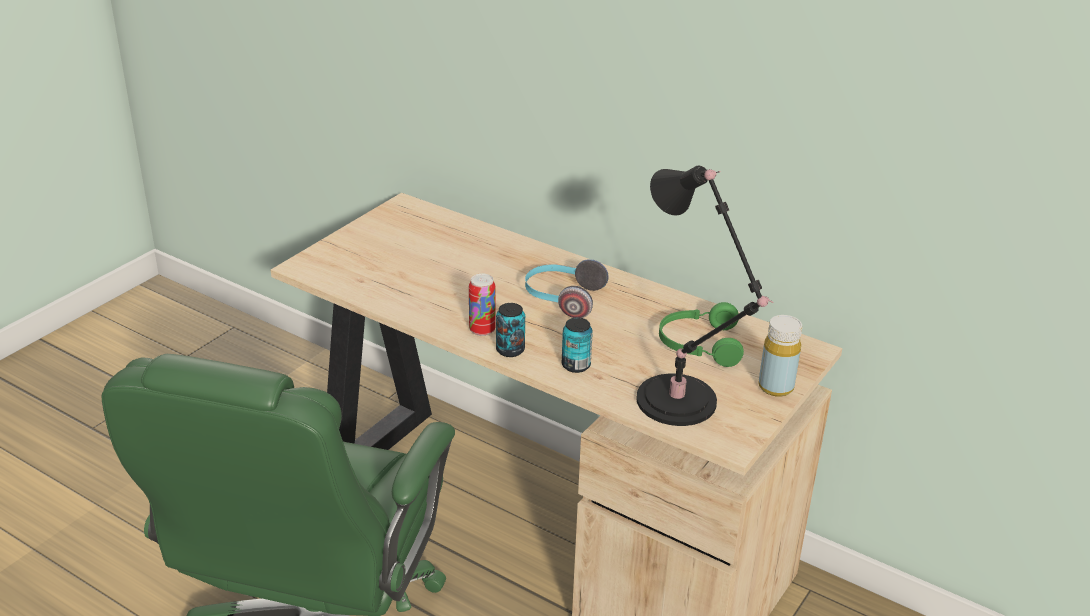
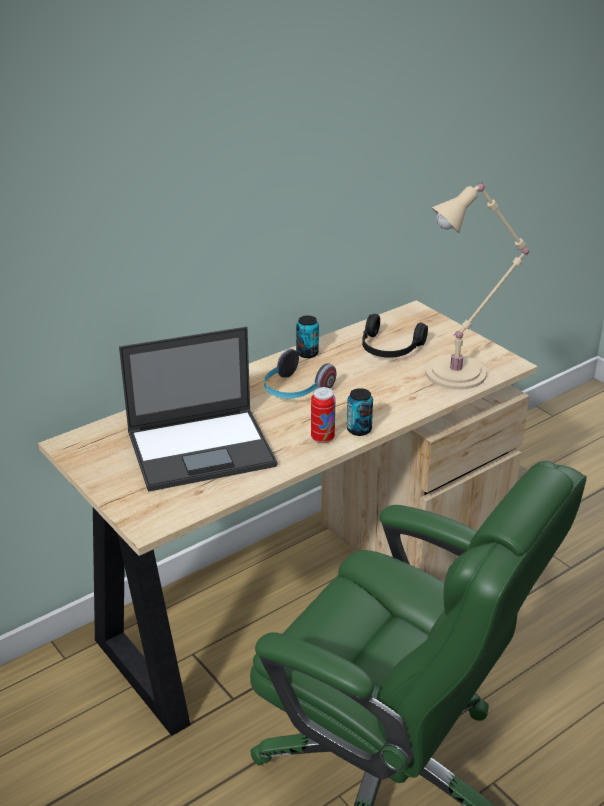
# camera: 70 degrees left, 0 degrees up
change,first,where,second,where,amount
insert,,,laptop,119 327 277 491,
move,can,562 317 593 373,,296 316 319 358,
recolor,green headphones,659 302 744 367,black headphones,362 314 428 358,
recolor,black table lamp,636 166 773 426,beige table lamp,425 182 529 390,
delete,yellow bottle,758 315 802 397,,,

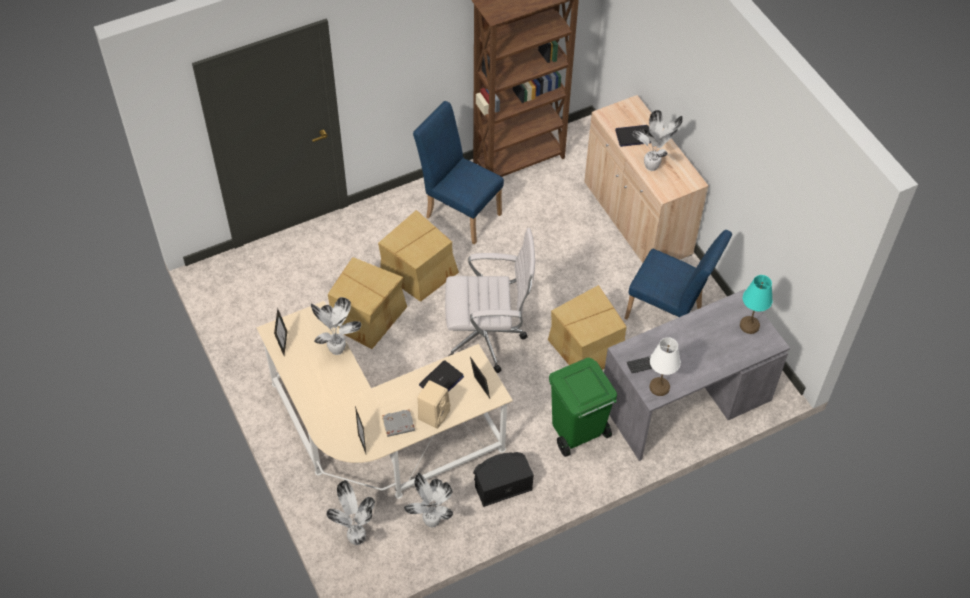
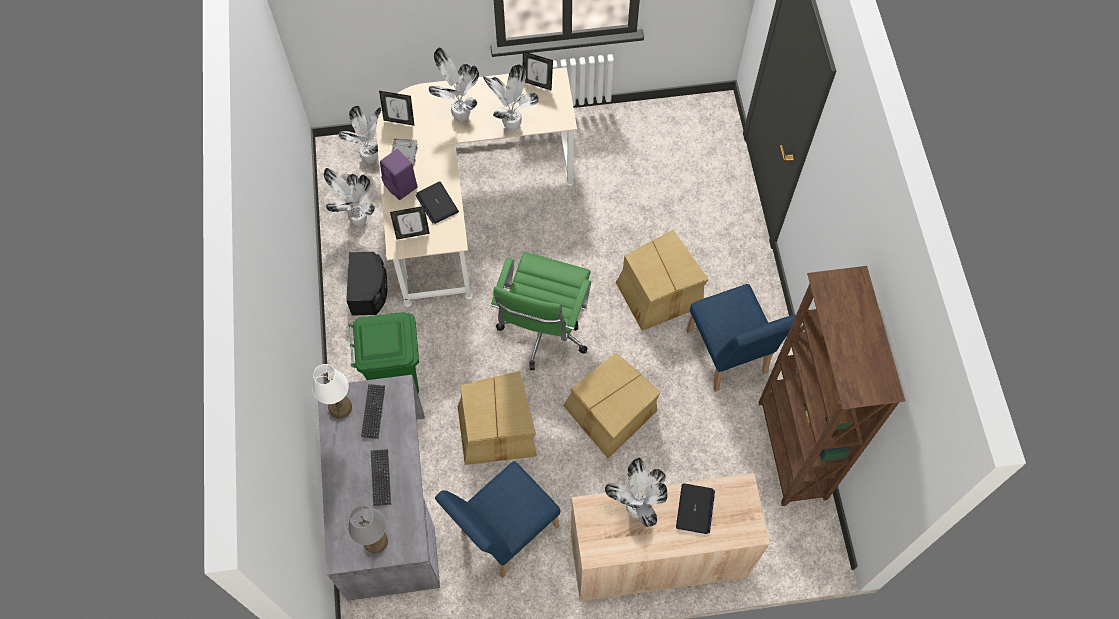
# camera: 110 degrees right, 10 degrees up
change,first,where,second,where,amount
recolor,turquoise table lamp,740 275 773 334,grey table lamp,348 505 388 554,
insert,,,keyboard,371 449 391 506,
recolor,beige speaker,418 380 450 429,purple speaker,380 149 418 200,
insert,,,potted plant,429 47 479 122,
recolor,white office chair,445 228 535 373,green office chair,491 252 591 370,
move,cardboard box,328 257 407 349,,563 353 661 458,
rotate,blue chair,413 101 504 244,,686 284 796 392,105 degrees clockwise

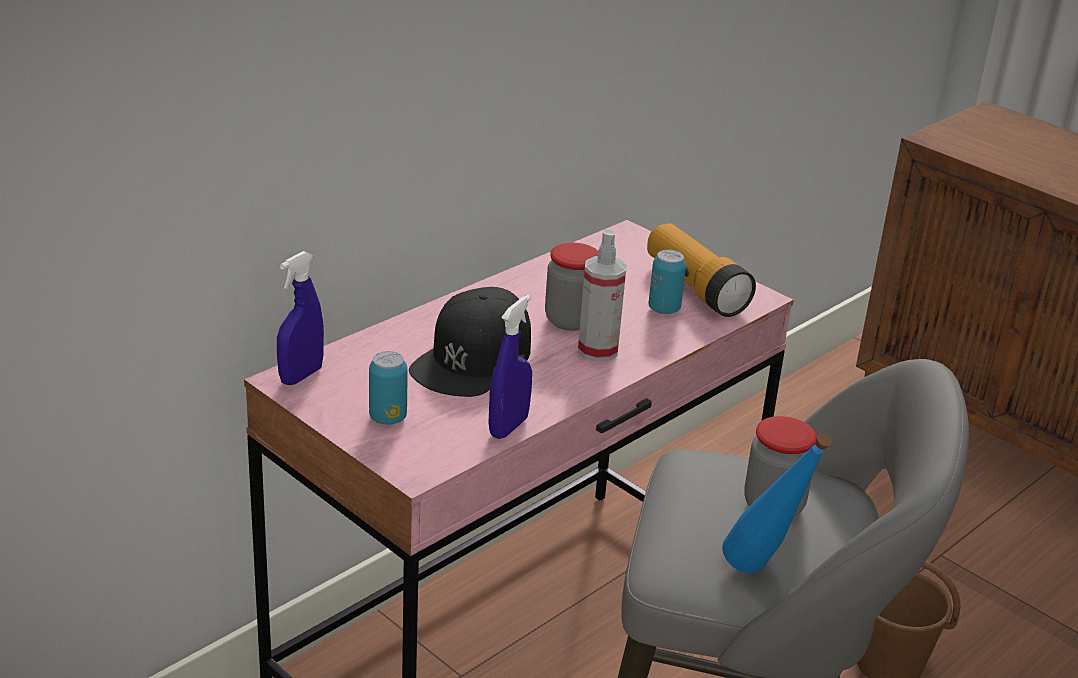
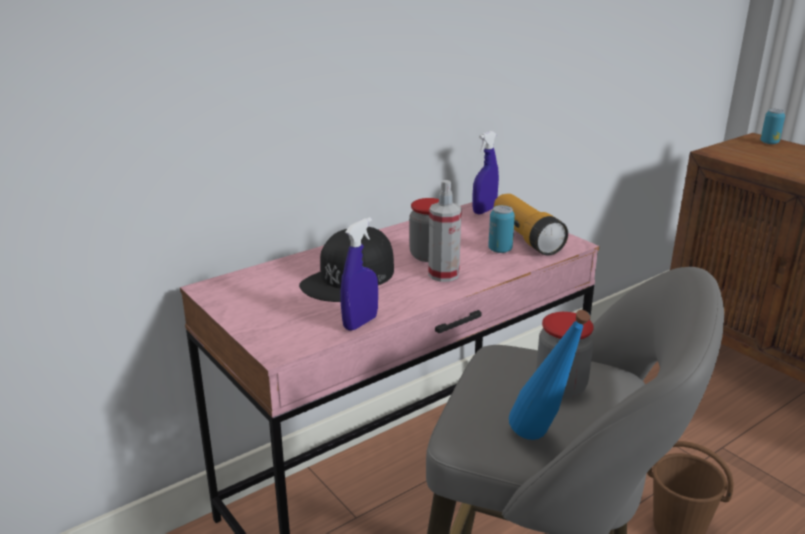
# camera: 10 degrees right, 5 degrees down
change,first,where,second,where,amount
move,blue spray bottle,277 251 324 385,,472 131 499 214,
move,can,369 351 408 425,,761 109 785 144,

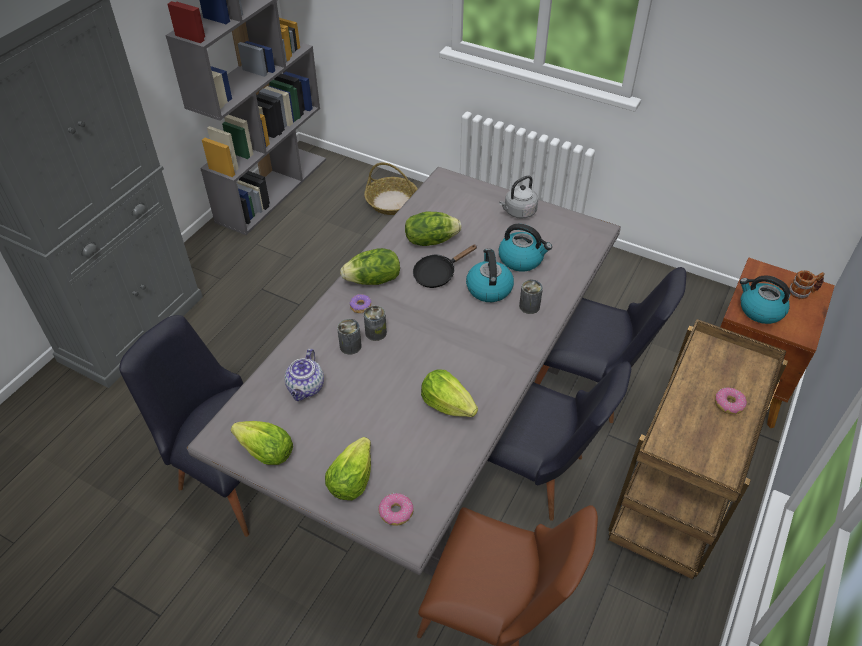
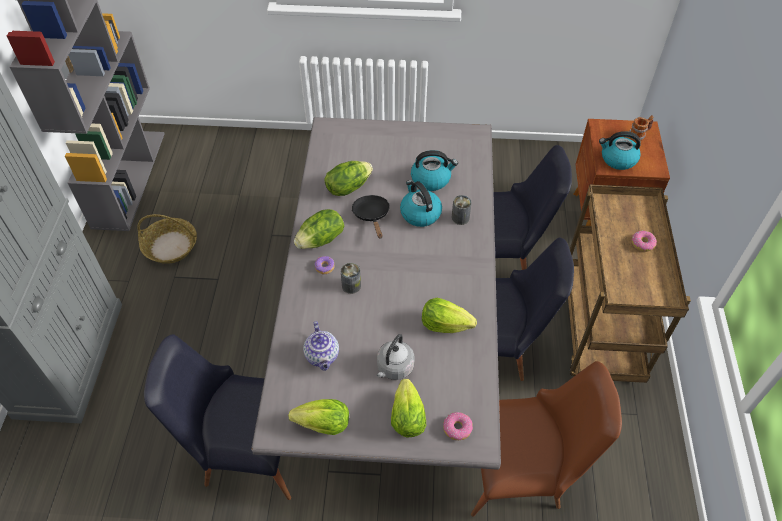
# camera: 25 degrees left, 5 degrees up
change,first,where,second,where,amount
move,basket,364 162 417 215,,137 214 197 264,
rotate,black frying pan,413 245 477 288,,352 195 390 239,135 degrees clockwise
move,grey kettle,499 175 538 219,,376 334 415 380,
delete,can,337 319 361 355,,,

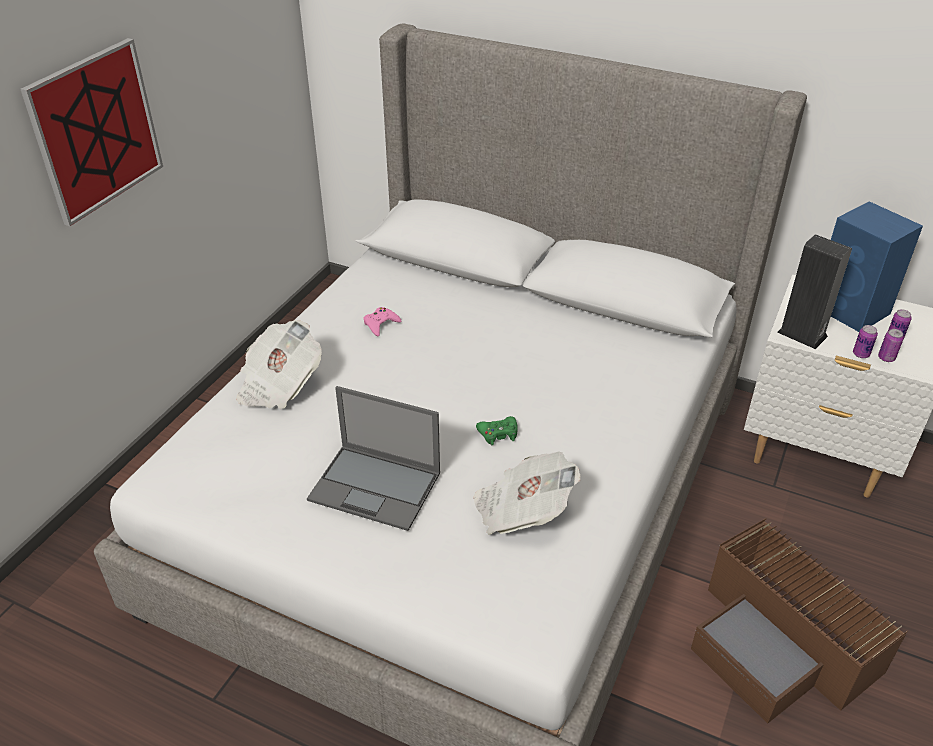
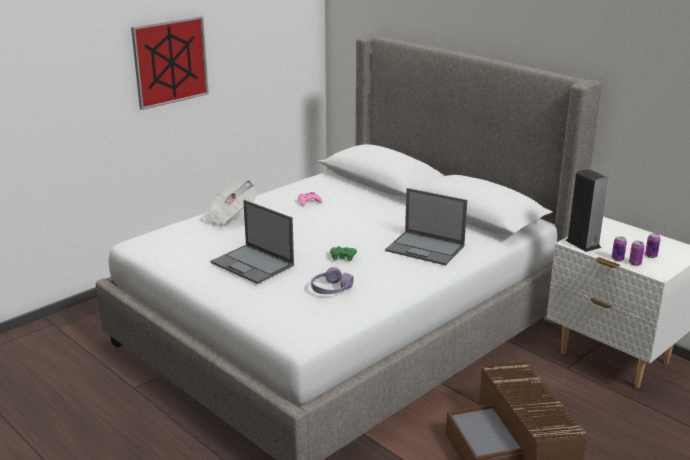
# camera: 20 degrees right, 15 degrees down
change,first,where,second,where,amount
replace,newspaper,473 452 580 535,purple headphones,311 267 354 294,
insert,,,laptop,385 188 467 265,
delete,blue speaker,831 201 923 332,,,

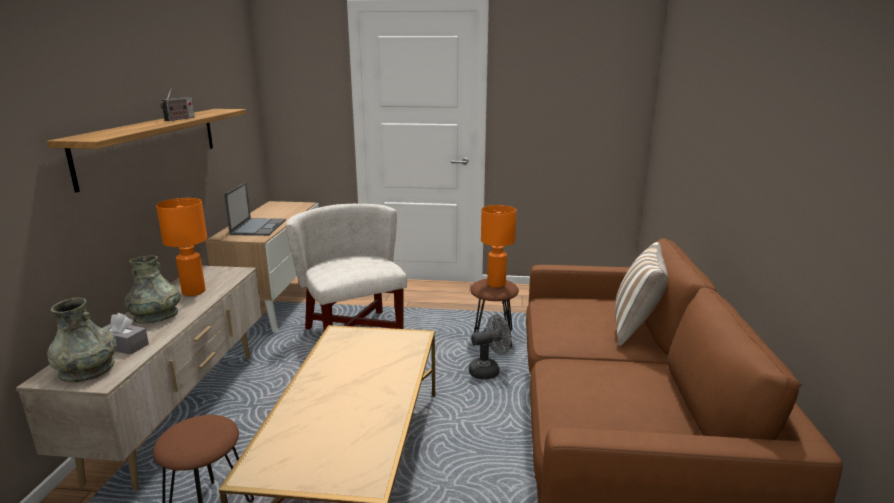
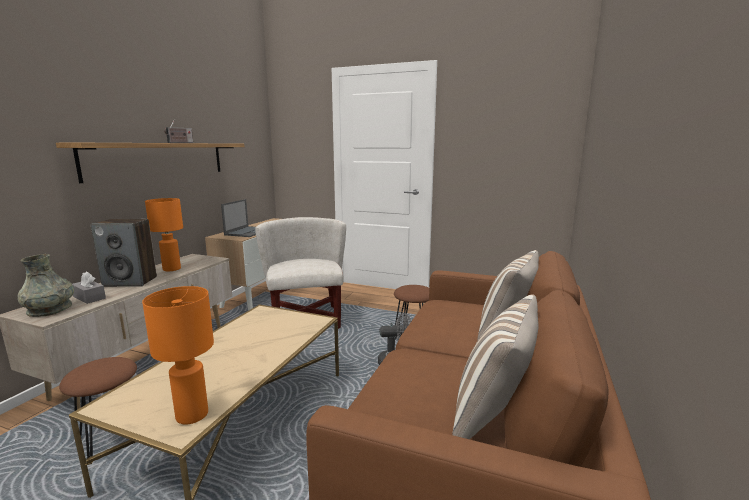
# camera: 15 degrees right, 5 degrees down
change,first,where,second,where,amount
replace,grey vase,124 256 180 324,speaker,91 219 157 287,
move,orange table lamp,481 205 516 287,,142 286 214 425,
insert,,,pillow,452 294 539 439,

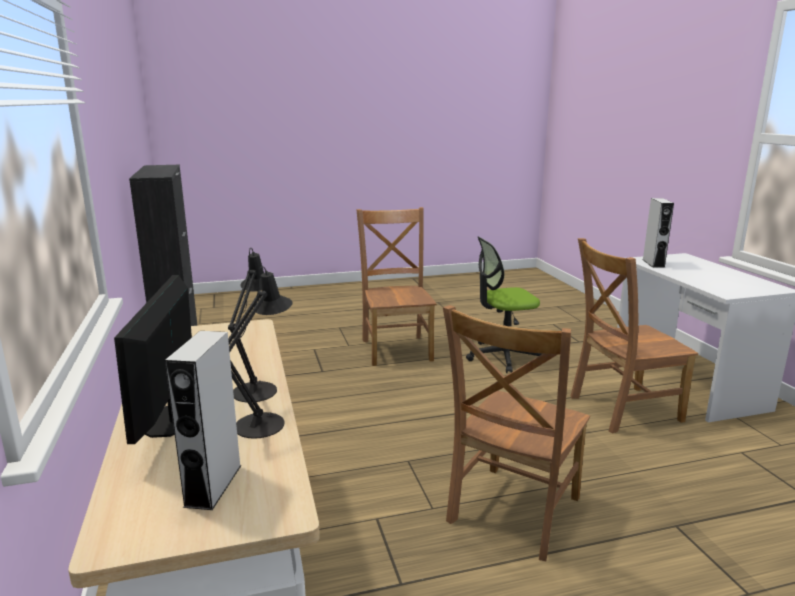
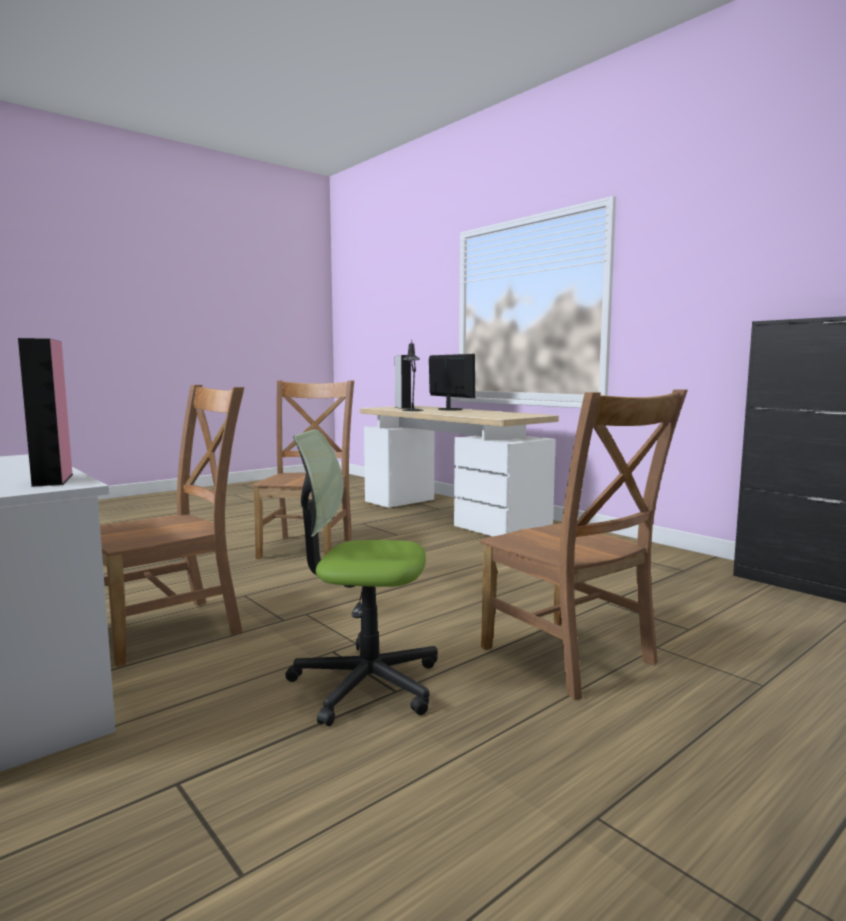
# camera: 155 degrees right, 10 degrees down
change,first,where,second,where,amount
recolor,grey speaker,643 198 674 268,pink speaker,18 338 73 487,
rotate,office chair,466 237 543 373,,285 429 438 726,135 degrees counterclockwise
delete,black table lamp,228 248 277 402,,,

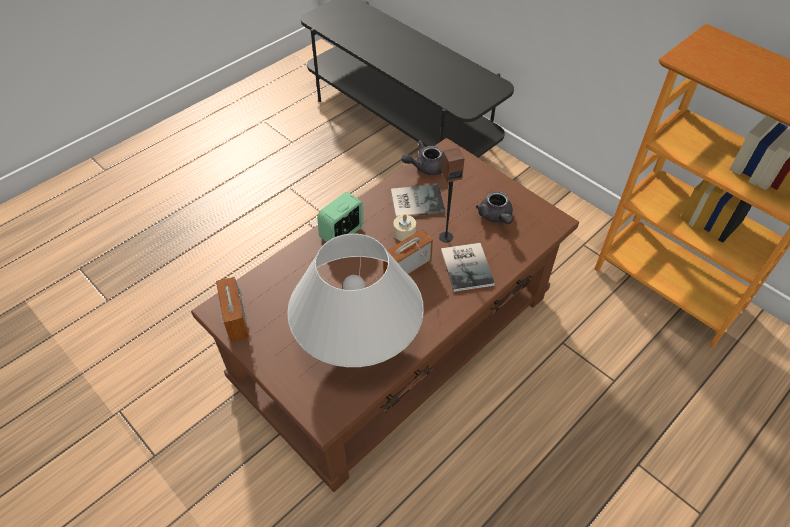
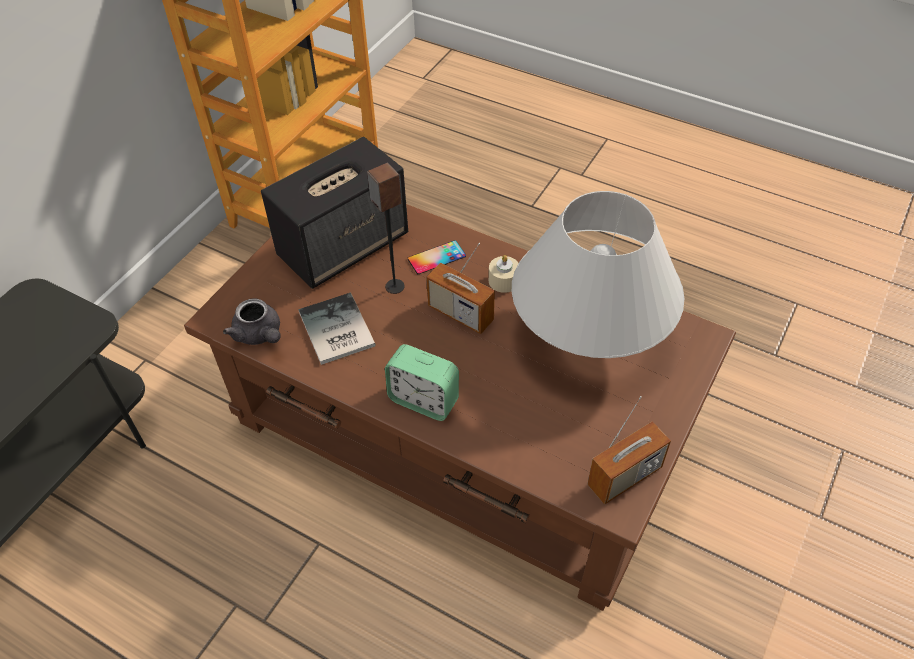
# camera: 105 degrees left, 0 degrees up
change,first,where,second,where,amount
replace,grey teapot,476 191 513 224,speaker,261 137 408 289,
replace,book,441 243 495 292,phone,408 240 466 274,
move,beige candle,393 214 416 241,,489 255 519 293,

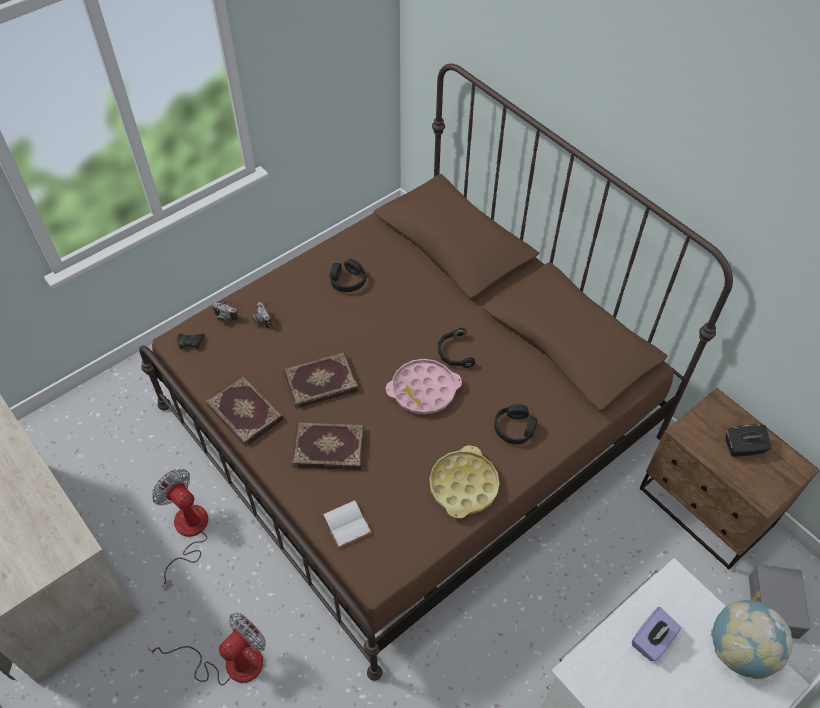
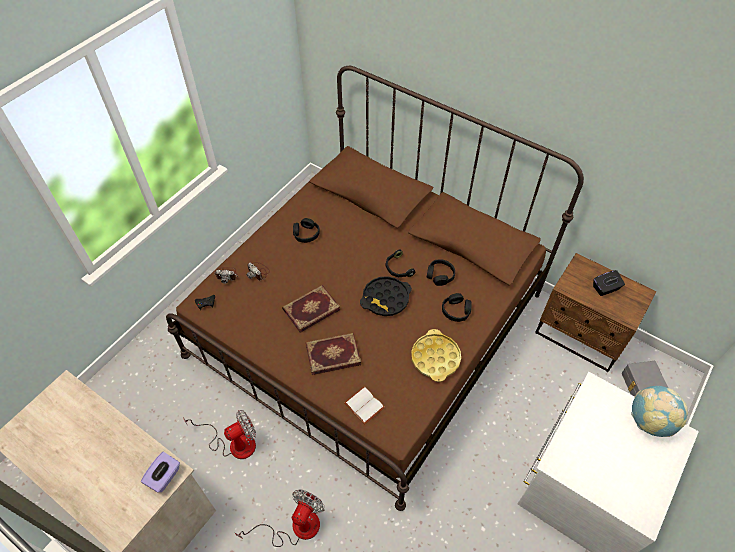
# camera: 15 degrees left, 0 degrees up
change,first,where,second,where,amount
move,purple tissue box,632 607 681 661,,141 452 180 492,
rotate,fan,152 469 208 592,,183 410 256 459,120 degrees clockwise
recolor,pink tray,386 359 462 414,black tray,360 276 412 316,
insert,,,black headphones,427 259 455 286,
delete,book,205 376 284 447,,,

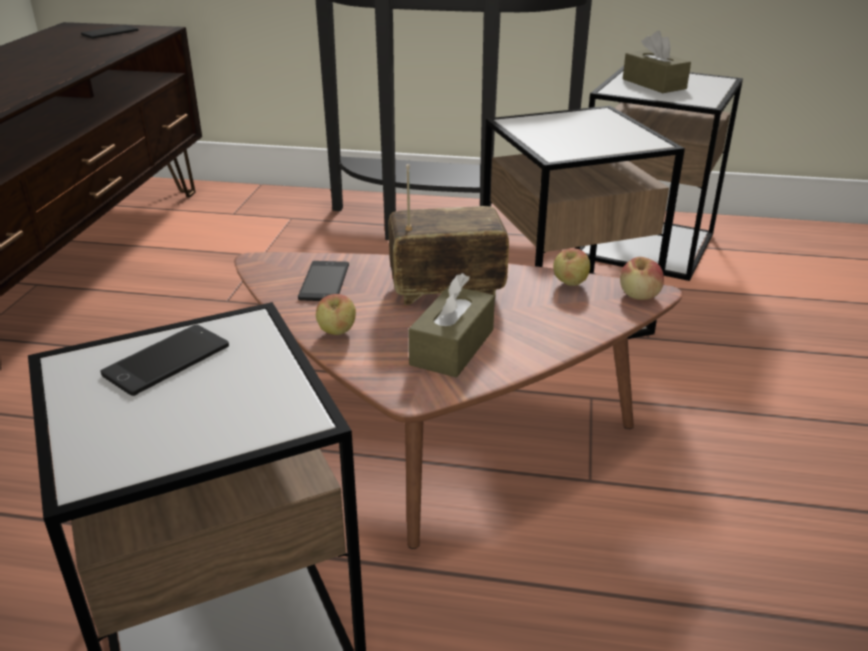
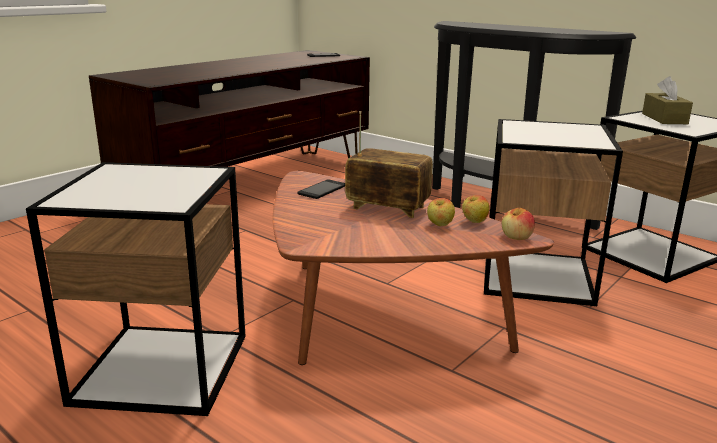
# camera: 30 degrees right, 10 degrees down
change,first,where,second,where,amount
move,apple,316 294 356 335,,427 198 455 226,
delete,phone,101 325 229 396,,,
delete,brown tissue box,408 273 495 378,,,

